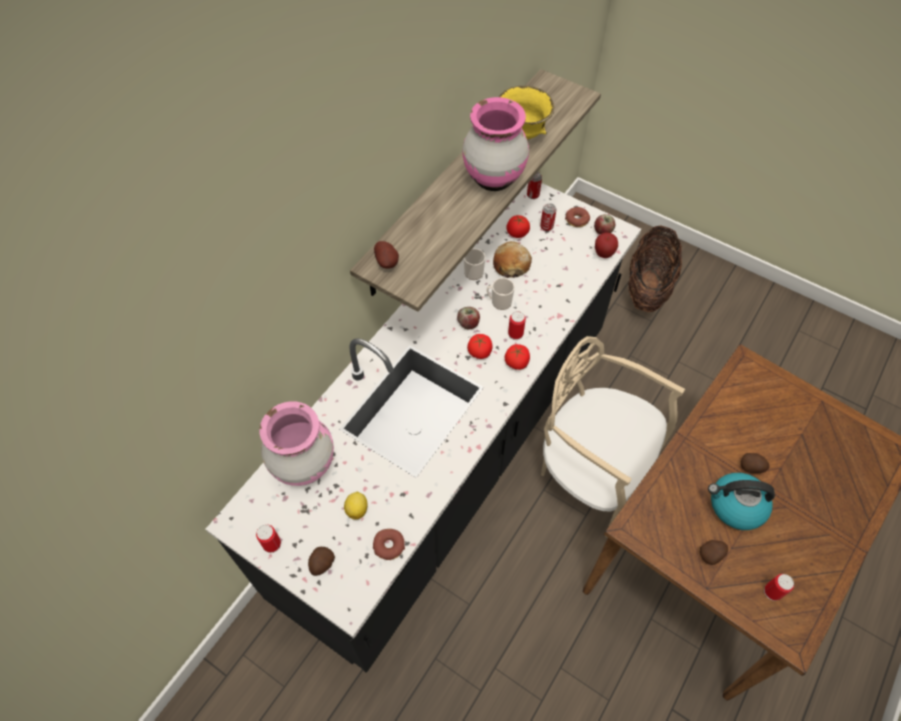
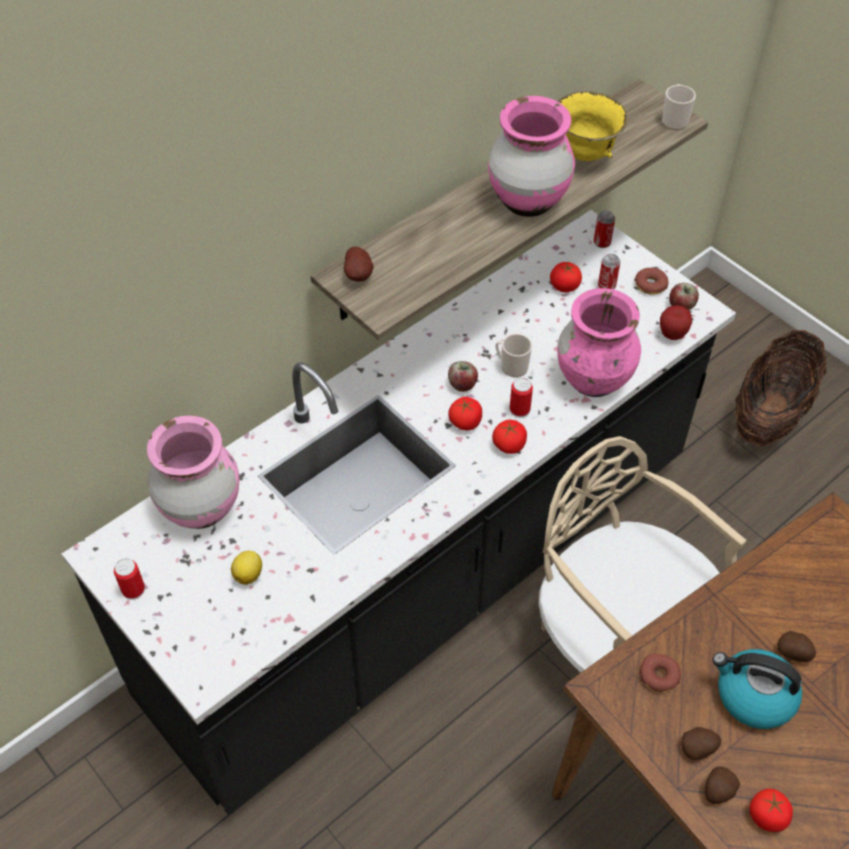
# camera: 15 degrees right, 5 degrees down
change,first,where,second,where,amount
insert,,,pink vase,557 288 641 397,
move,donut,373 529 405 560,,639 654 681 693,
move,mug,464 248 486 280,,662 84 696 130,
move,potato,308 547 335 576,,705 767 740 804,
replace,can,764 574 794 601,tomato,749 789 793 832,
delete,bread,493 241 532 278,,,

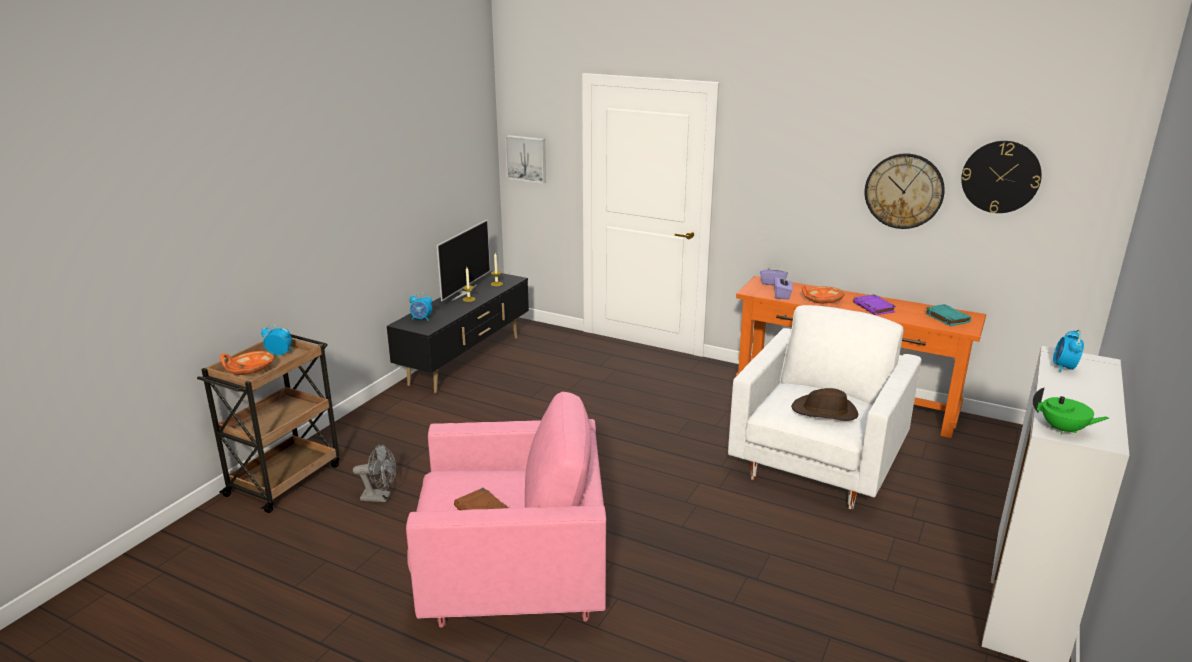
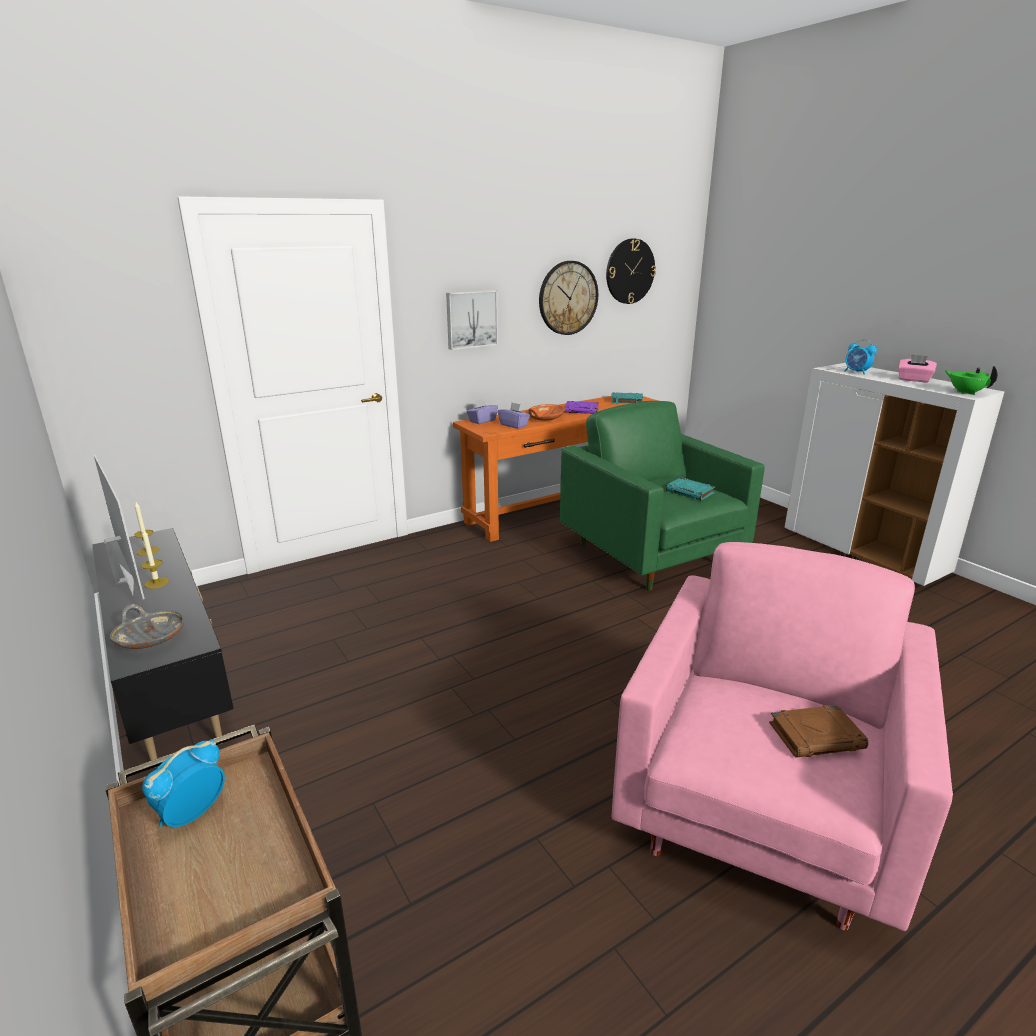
# camera: 60 degrees left, 0 degrees up
change,first,where,second,where,amount
replace,alarm clock,410 292 432 321,grey bowl,110 604 184 649,
move,picture,505 135 546 183,,446 290 498 350,
recolor,white armchair,728 305 922 510,green armchair,560 401 765 591,
replace,brown hat,791 388 858 421,turquoise book,666 478 715 500,
insert,,,pink tissue box,898 355 937 382,
rotate,green teapot,1033 387 1109 435,,945 366 998 395,90 degrees counterclockwise
delete,orange bowl,220 351 274 375,,,
delete,grey fan,353 444 396 502,,,

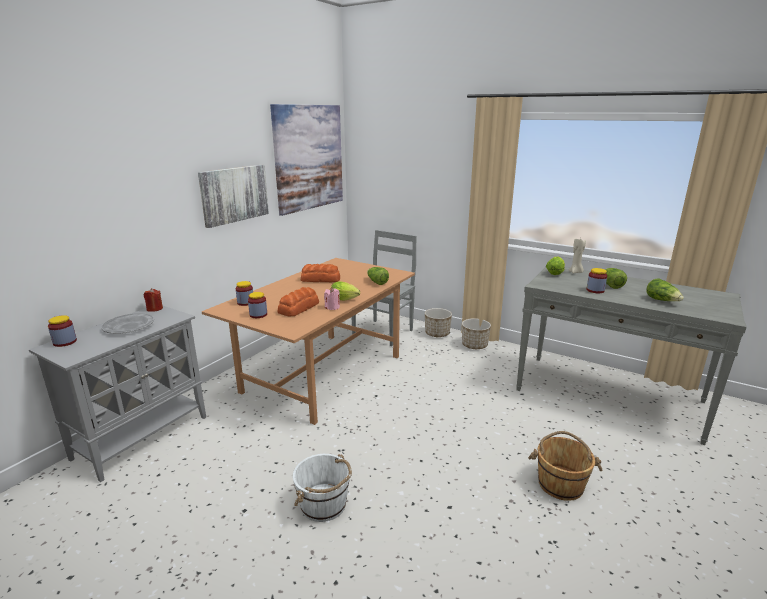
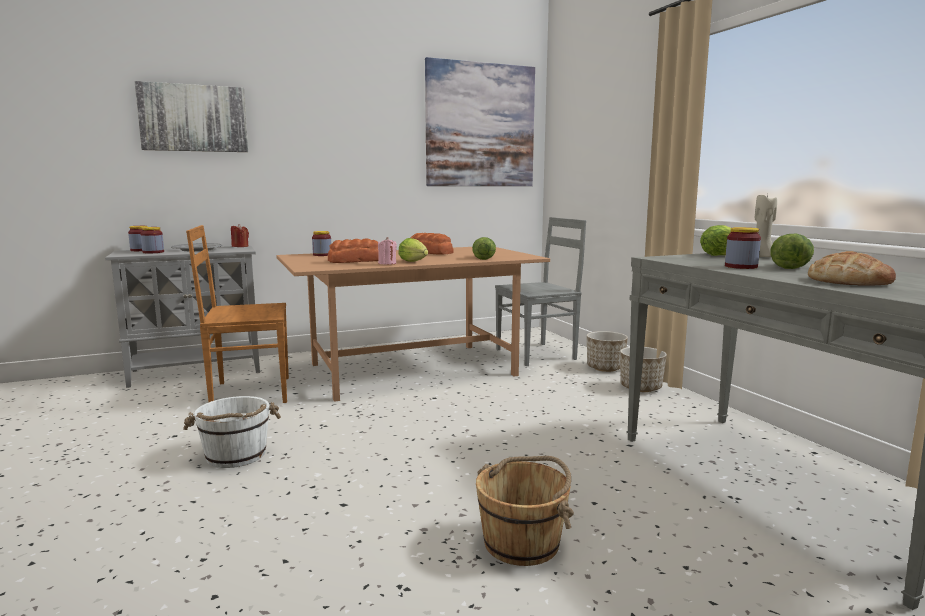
# camera: 35 degrees right, 10 degrees down
change,first,where,second,where,amount
move,picture,198 165 269 228,,134 81 249 152,
move,jar,248 292 267 318,,140 227 164 254,
insert,,,brown chair,186 225 289 403,
replace,lettuce,646 278 684 301,bread,808 251 896 286,

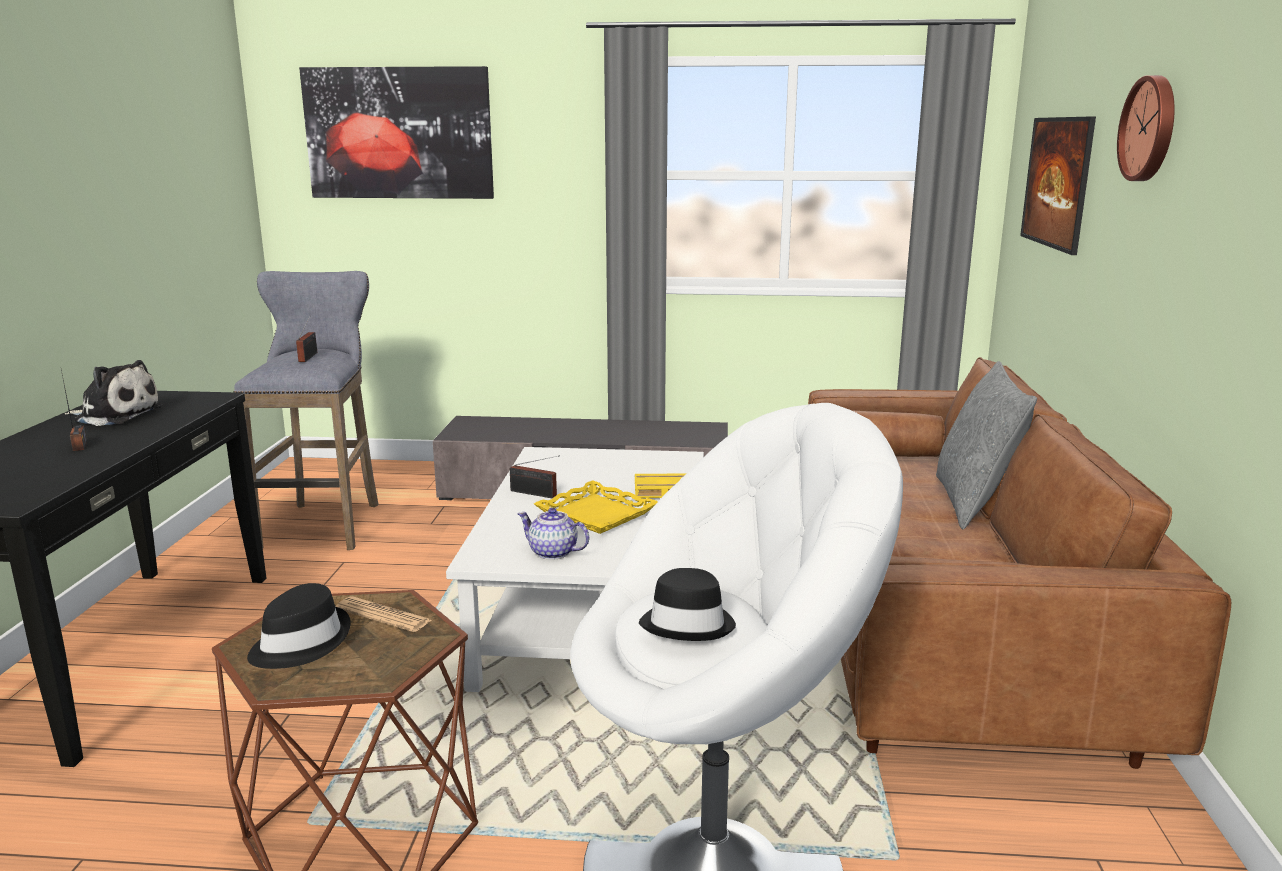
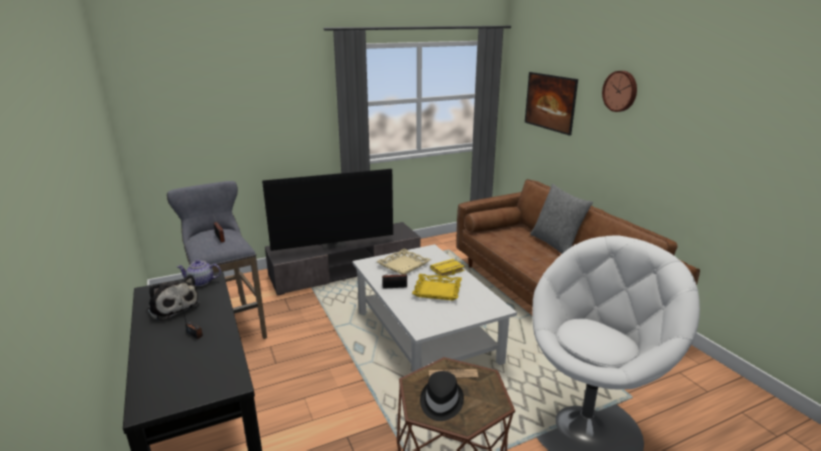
# camera: 30 degrees left, 5 degrees up
change,first,where,second,where,amount
rotate,plush toy,65 360 163 426,,147 275 200 321,60 degrees clockwise
move,teapot,517 508 589 560,,177 260 221 286,
insert,,,television,262 169 393 251,
insert,,,beige tray,376 249 431 275,
delete,picture,299 66 494 199,,,
delete,black hat,639 568 736 641,,,

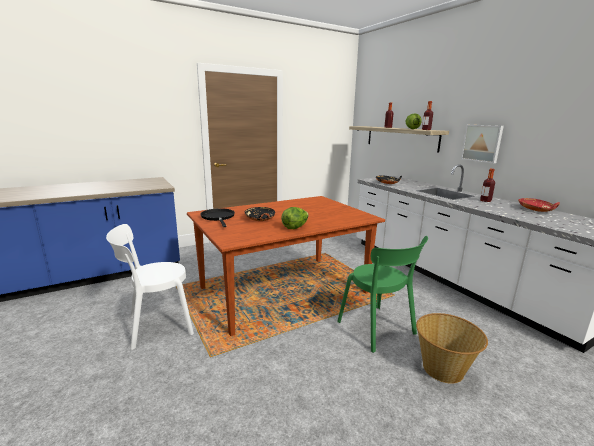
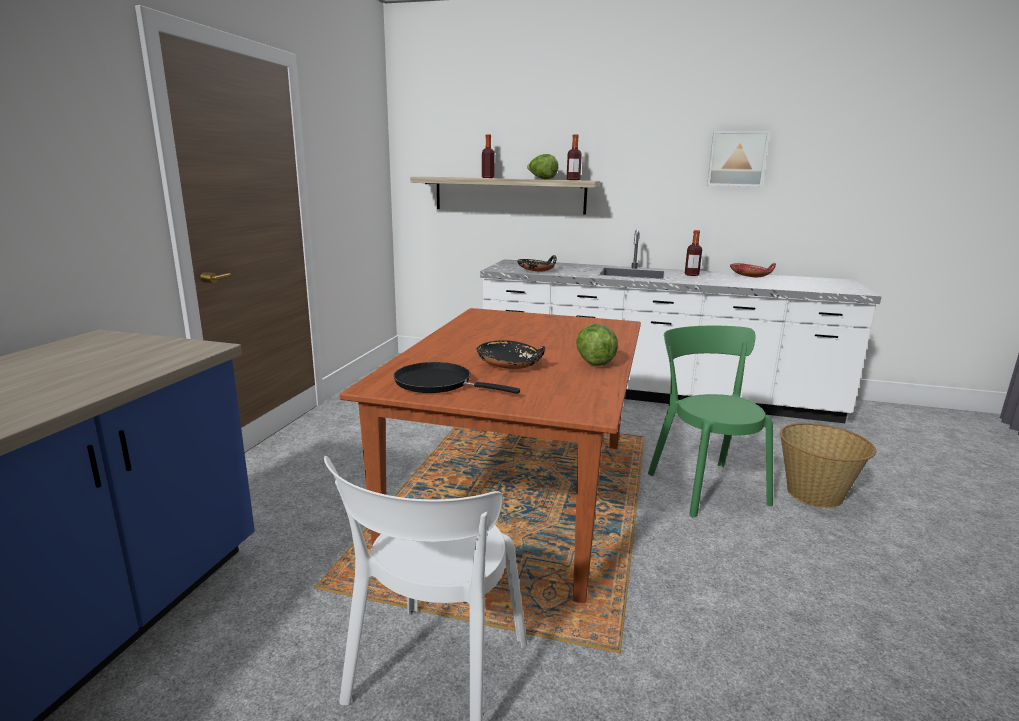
# camera: 45 degrees left, 0 degrees up
change,first,where,second,where,amount
rotate,green chair,337 236 428 353,,648 326 773 517,120 degrees counterclockwise
move,picture,461 125 504 163,,707 131 770 187,

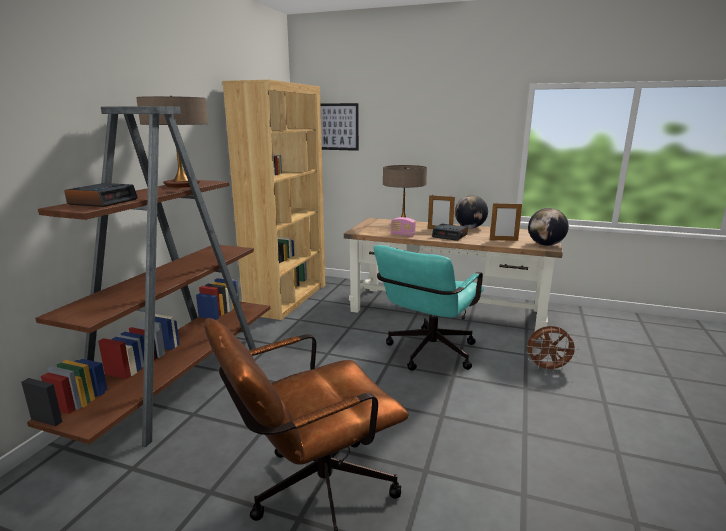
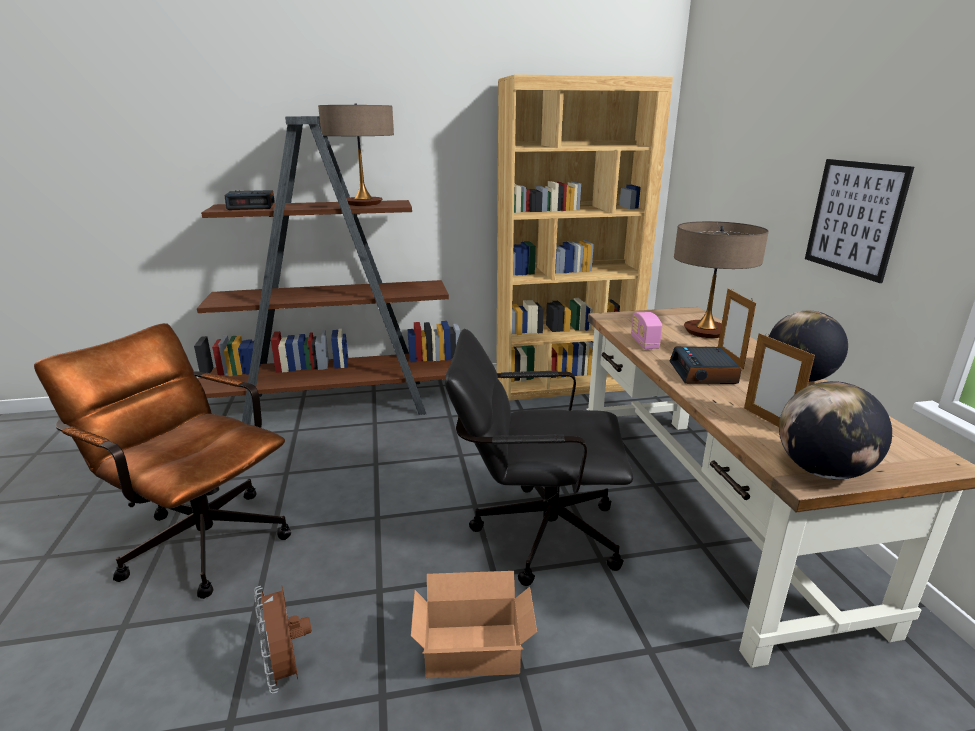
# camera: 60 degrees right, 5 degrees up
change,first,where,second,where,amount
move,brown fan,526 326 579 373,,254 585 312 694,
insert,,,cardboard box,411 571 537 678,
recolor,turquoise office chair,374 245 484 371,black office chair,445 329 633 586,
move,picture,321 103 359 151,,805 159 914 283,

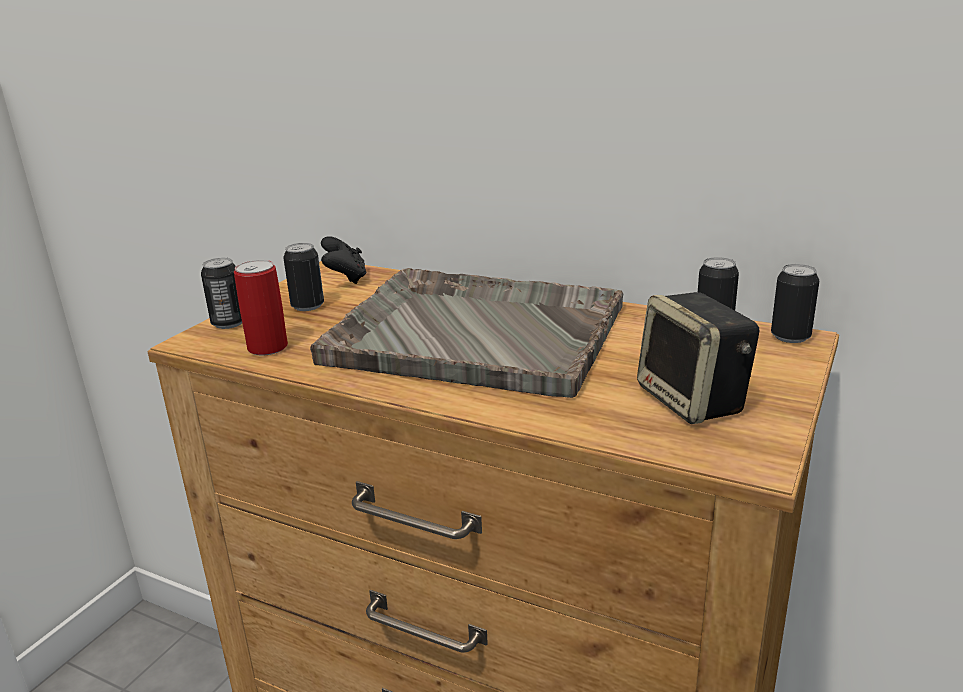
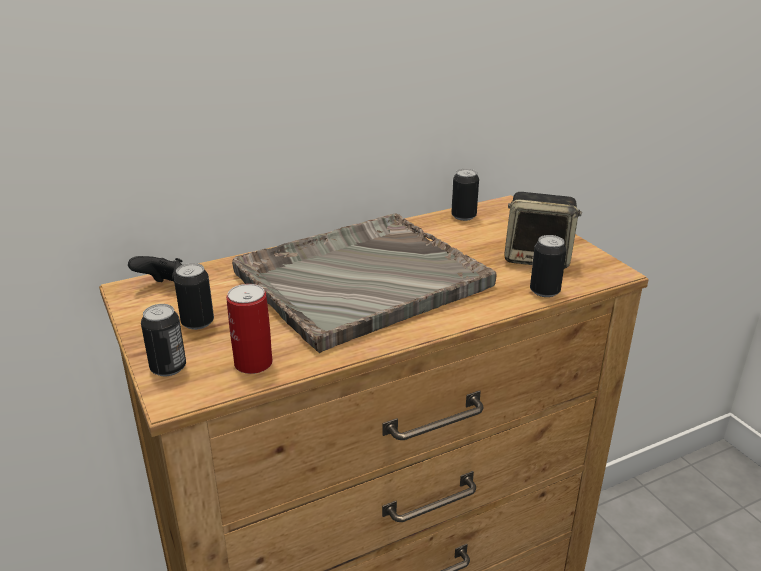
# camera: 55 degrees left, 5 degrees up
change,first,where,second,where,amount
move,can,771 264 819 343,,530 235 567 297,

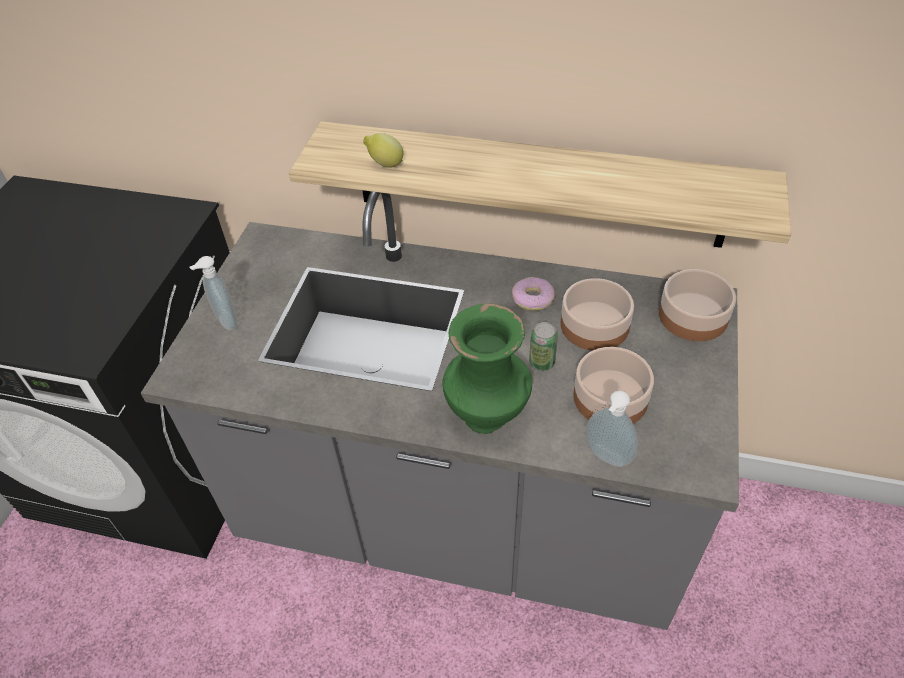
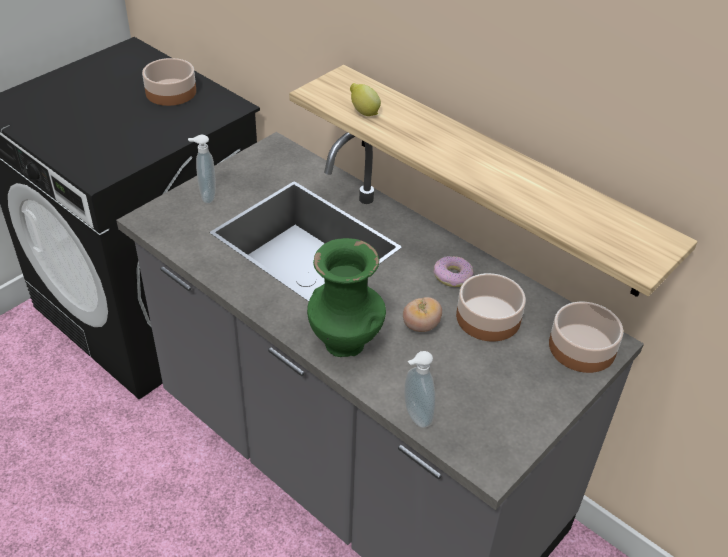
# camera: 25 degrees right, 5 degrees down
change,first,where,second,where,amount
move,bowl,573 347 654 424,,142 58 196 106,
replace,can,529 322 558 371,tomato,403 297 442 332,

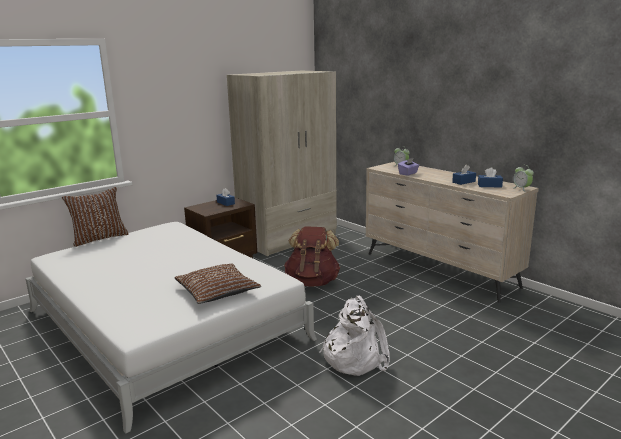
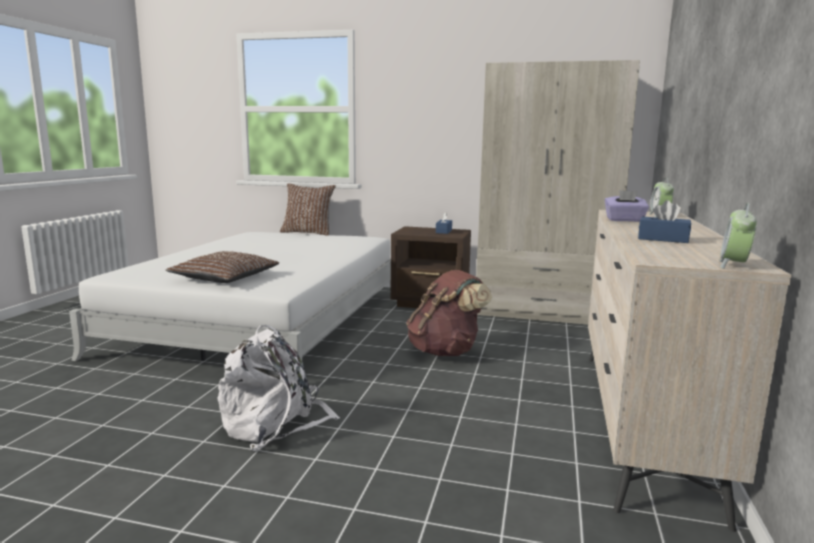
# camera: 55 degrees right, 5 degrees down
change,first,where,second,where,amount
delete,blue tissue box,478 167 503 188,,,

